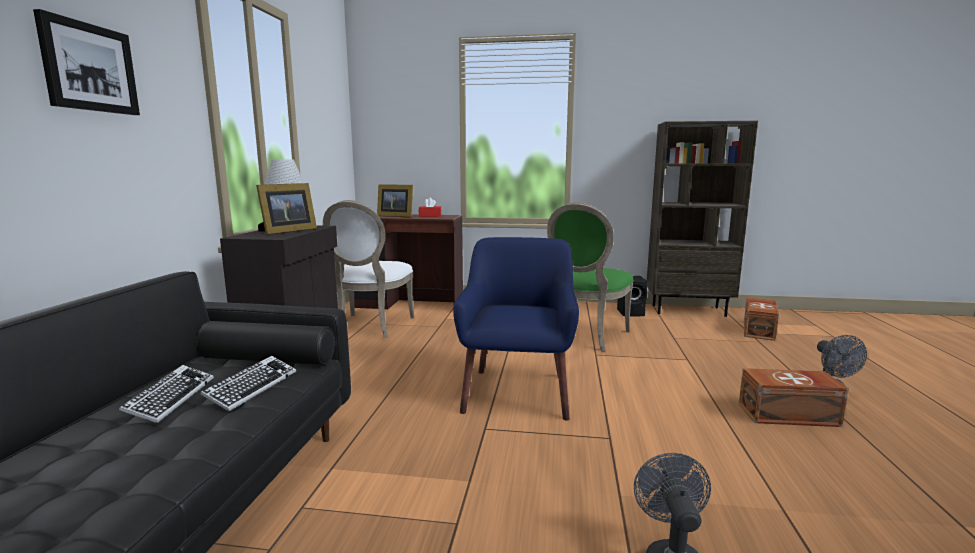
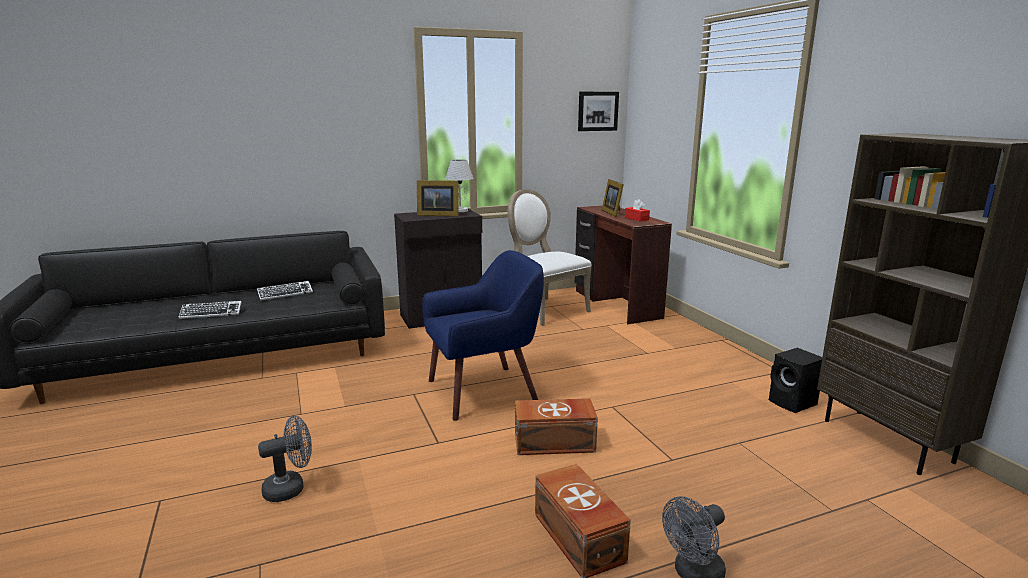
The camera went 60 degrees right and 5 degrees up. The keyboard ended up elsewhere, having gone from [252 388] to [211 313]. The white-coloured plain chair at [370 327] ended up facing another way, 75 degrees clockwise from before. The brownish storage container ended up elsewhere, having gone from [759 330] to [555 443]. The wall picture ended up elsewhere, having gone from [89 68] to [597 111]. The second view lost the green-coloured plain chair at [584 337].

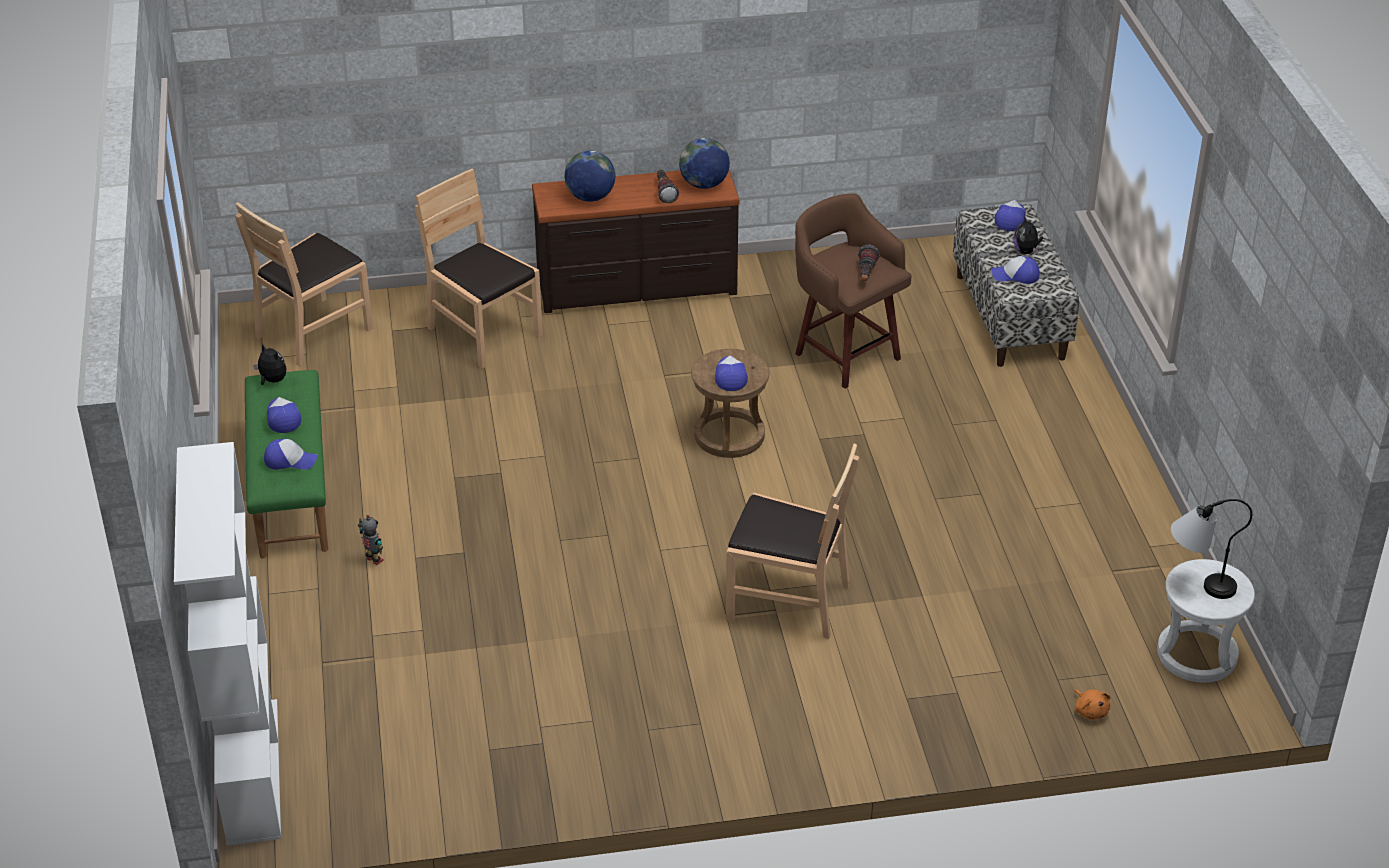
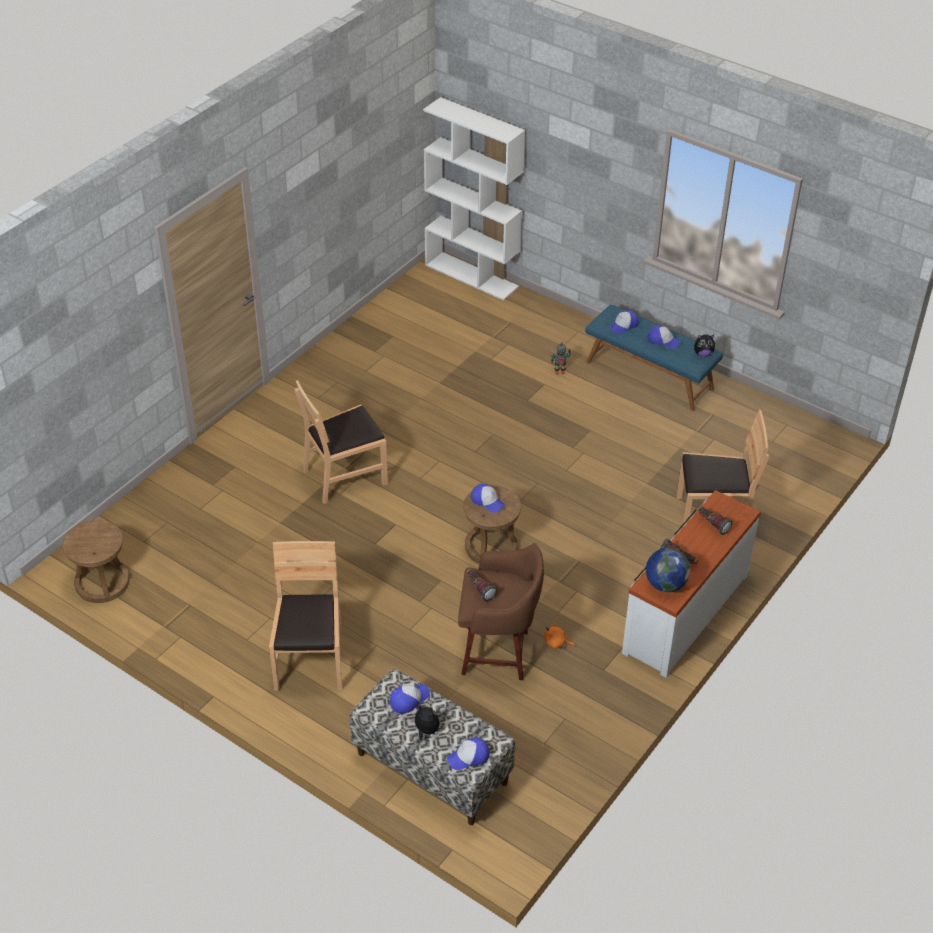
The camera went 135 degrees right and 5 degrees up. What was the white-coloured stool at [1197 655] turned into the brownish stool at [102 583]. The brownish plain chair ended up elsewhere, having gone from [313 331] to [310 660]. The cap at [1010 219] ended up facing another way, 90 degrees clockwise from before. The orangey soft toy ended up elsewhere, having gone from [1090 711] to [556 643]. What was the green-coloured long seat at [290 490] turned into the blue-coloured long seat at [650 375]. What was the brownish chest of drawers at [637 288] turned into the white-coloured chest of drawers at [684 613]. Where the world globe stood at [590 197], the hand torch came to stand at [712 524]. The second view lost the lamp for a table at [1197 584].

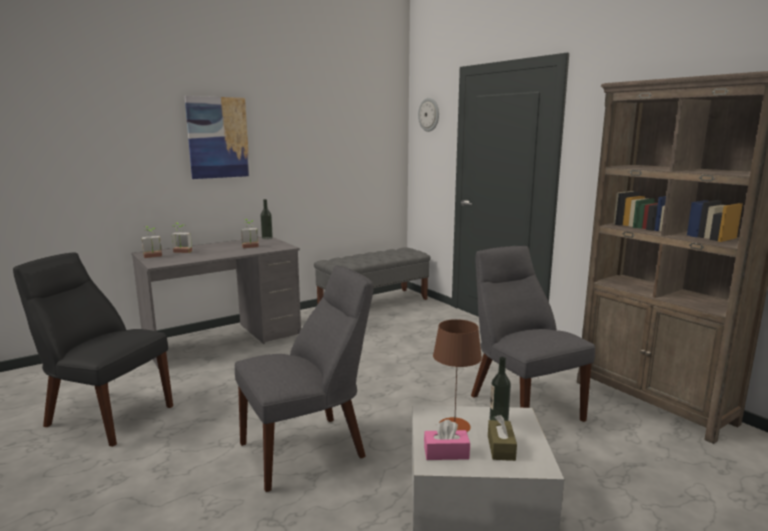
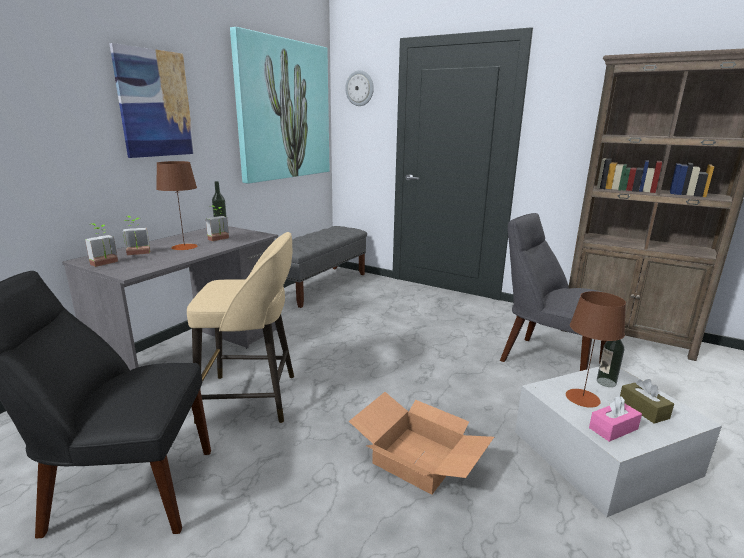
The camera went 25 degrees left and 5 degrees up. The second view gained the brownish lamp for a table at [184 247]. The second view gained the sand-coloured stool at [252 398]. The second view gained the wall picture at [284 111]. Where the gray plain chair stood at [308 449], the packing box came to stand at [419 458].

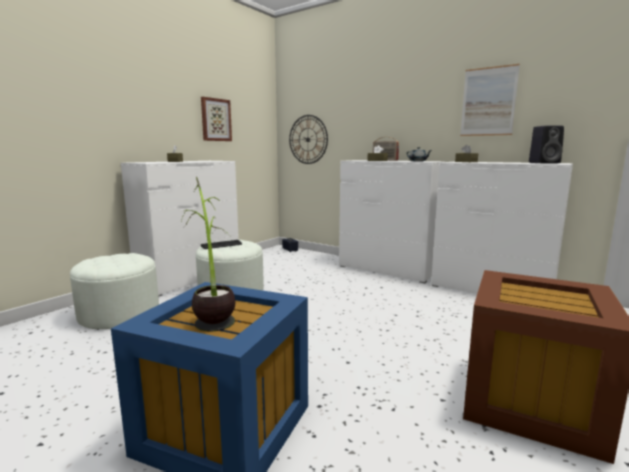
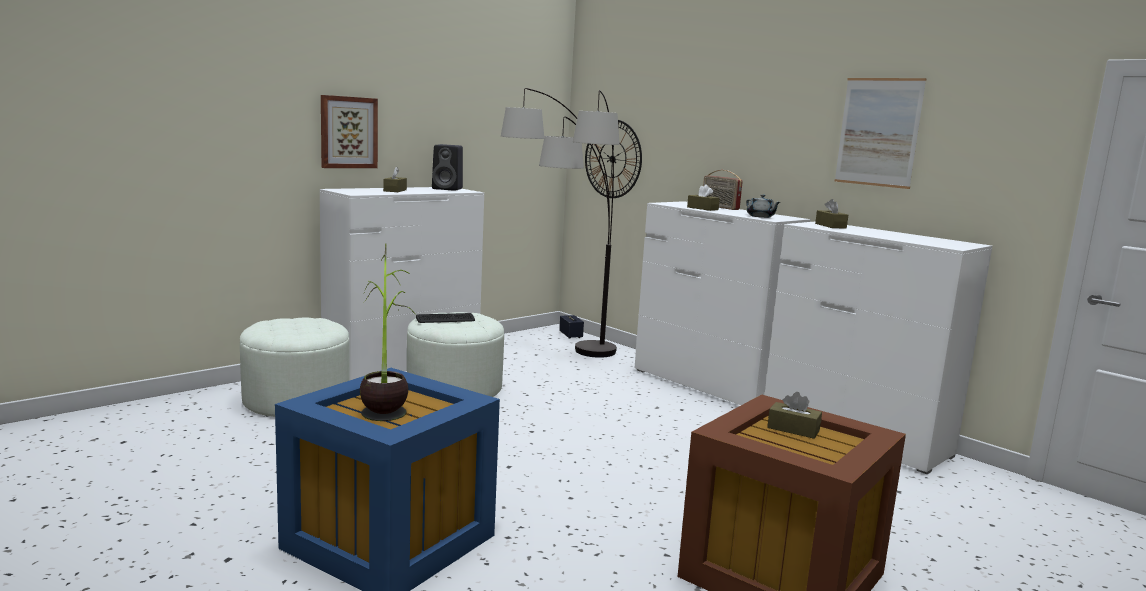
The camera went 10 degrees right and 0 degrees up. The wall picture ended up elsewhere, having gone from [216 120] to [348 132]. The blackish loudspeaker ended up elsewhere, having gone from [544 163] to [448 189]. The second view gained the standard lamp at [563 361]. The second view gained the brownish tissue box at [793 429].

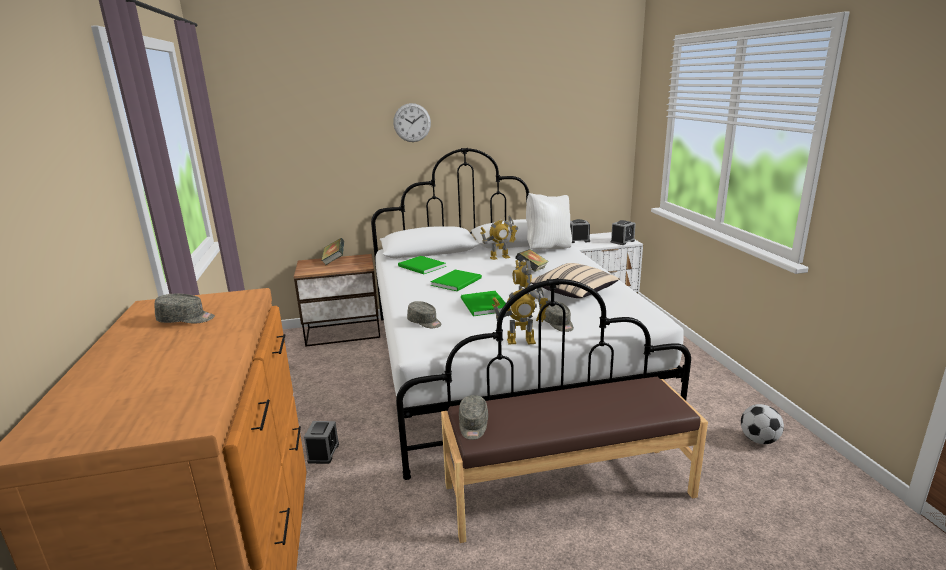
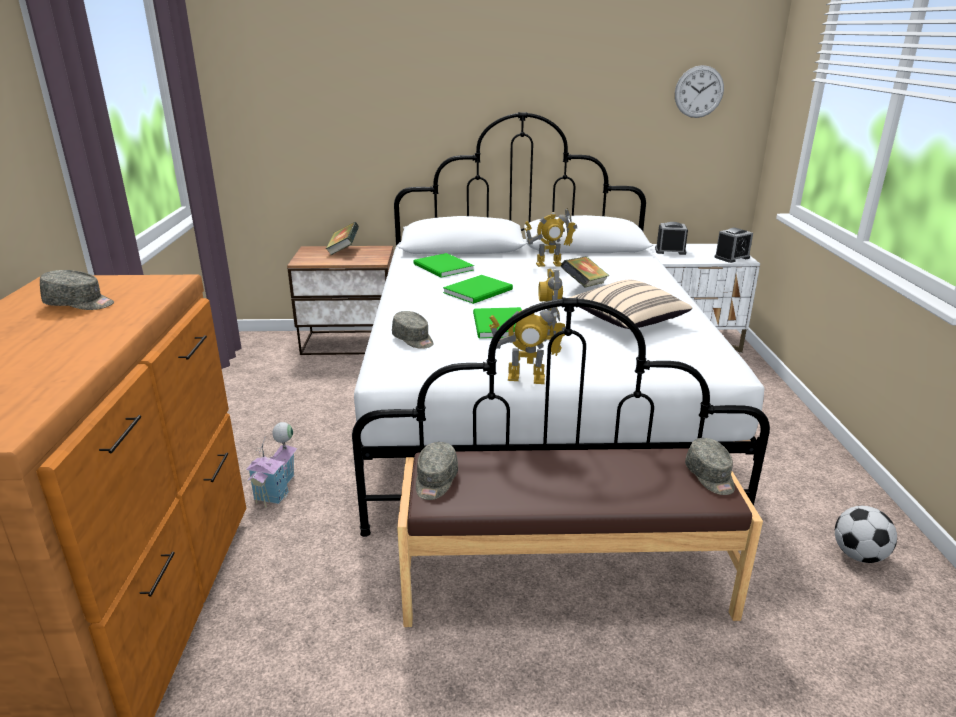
The camera went 10 degrees right and 5 degrees up. Where the alarm clock stood at [323 453], the miniature house came to stand at [277 488]. The clock on the wall ended up elsewhere, having gone from [412 122] to [699 91]. The gray cap ended up elsewhere, having gone from [558 324] to [710 477]. The second view lost the white-coloured cushion at [548 249].

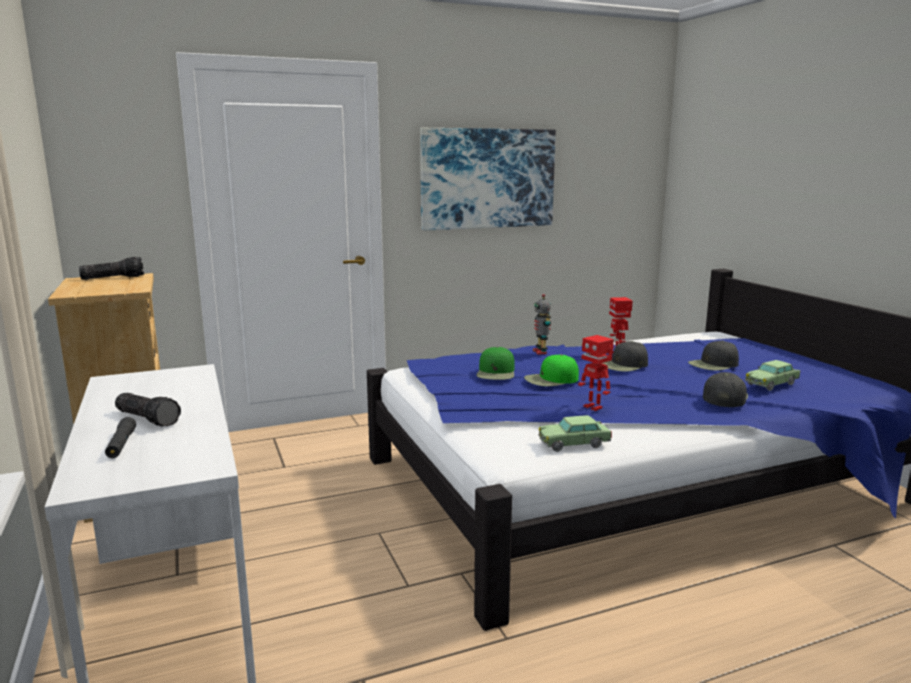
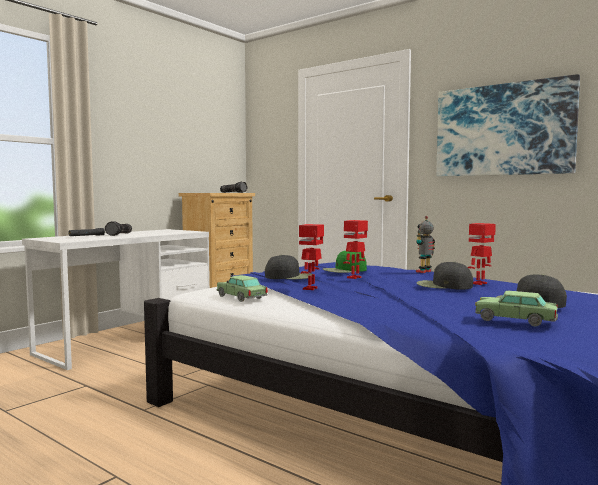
The camera went 60 degrees right and 10 degrees down. The blackish cap ended up elsewhere, having gone from [724 396] to [290 276]. Where the green-coloured cap stood at [551 379], the model robot came to stand at [355 277].

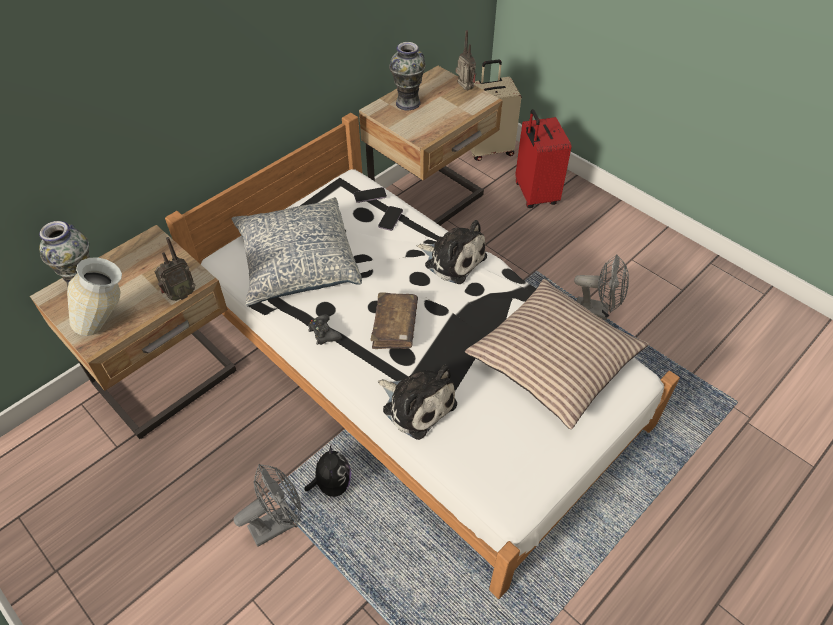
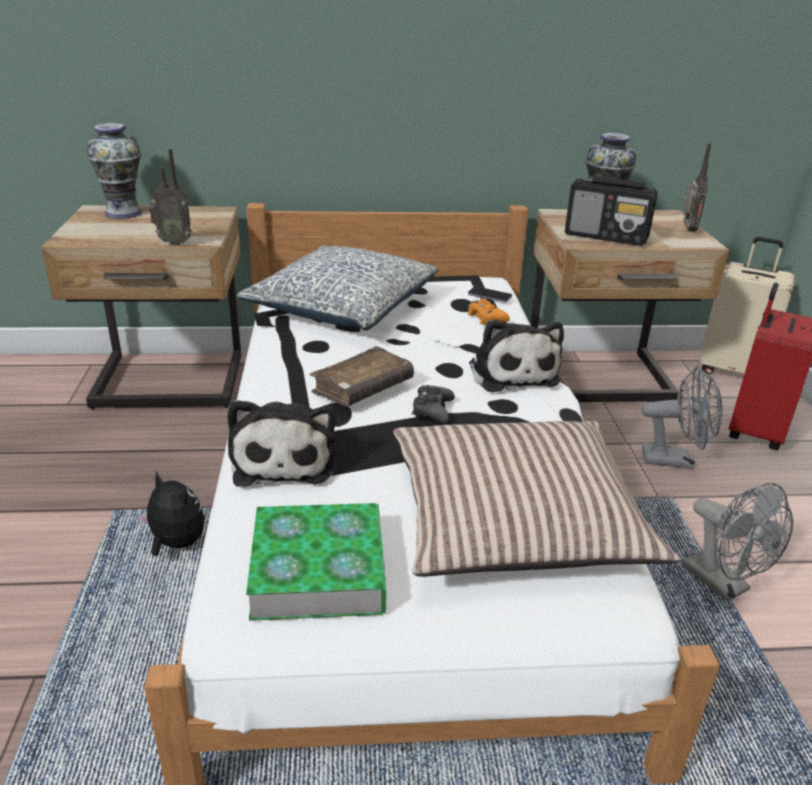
The camera went 40 degrees right and 20 degrees down. The soft toy at [332 484] ended up facing another way, 90 degrees counterclockwise from before. The second view gained the bound book at [318 570]. The blackish game controller ended up elsewhere, having gone from [324 333] to [432 410]. Where the handset stood at [390 219], the orangey game controller came to stand at [486 318]. The second view gained the radio receiver at [606 237]. The gray fan ended up elsewhere, having gone from [277 523] to [675 460]. The second view lost the decorative vase at [110 324].

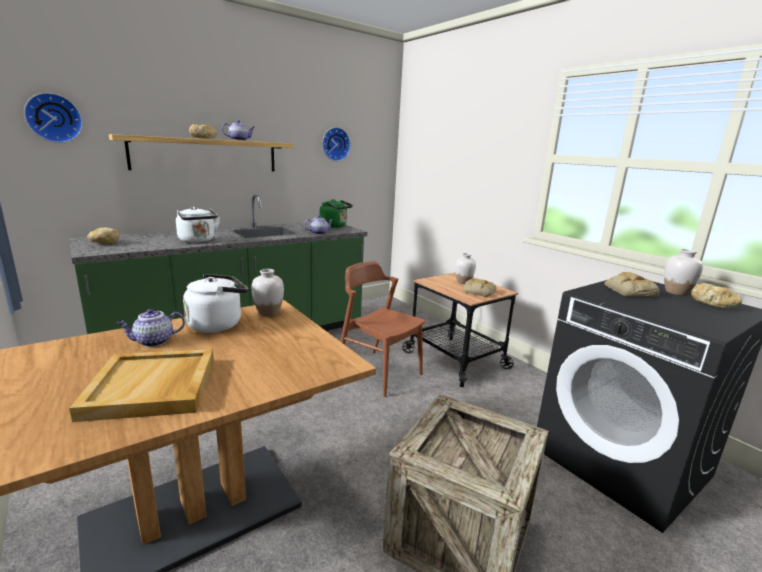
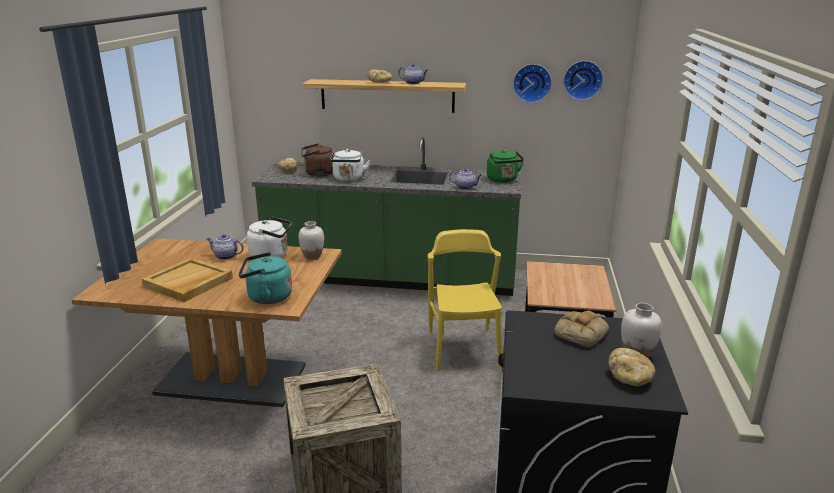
The camera went 45 degrees right and 5 degrees up. The second view gained the turquoise-coloured tea kettle at [266 297]. The second view gained the brownish tea kettle at [318 174]. What was the brownish plain chair at [378 372] turned into the yellow plain chair at [463 348]. The clock on the wall ended up elsewhere, having gone from [54 118] to [582 80]. The second view lost the white-coloured decorative vase at [463 282]. The second view lost the bread at [478 292].

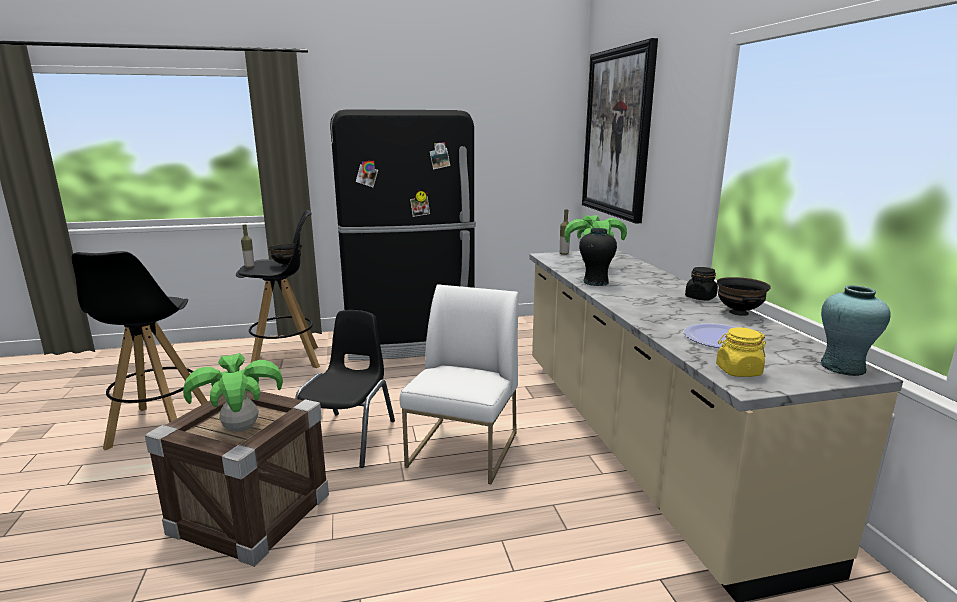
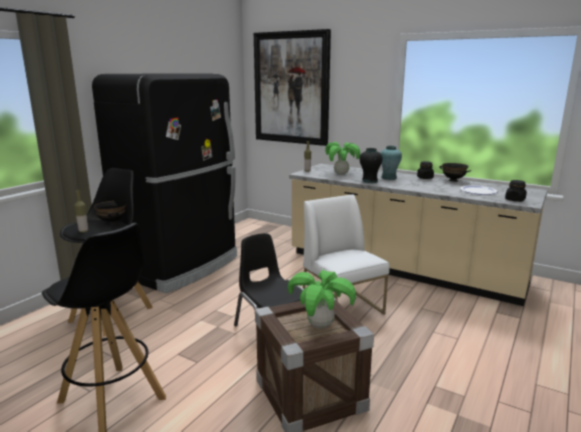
The camera went 45 degrees left and 0 degrees up. The turquoise-coloured decorative vase ended up elsewhere, having gone from [842 367] to [388 178]. What was the yellow jar at [738 371] turned into the blackish jar at [515 200].

